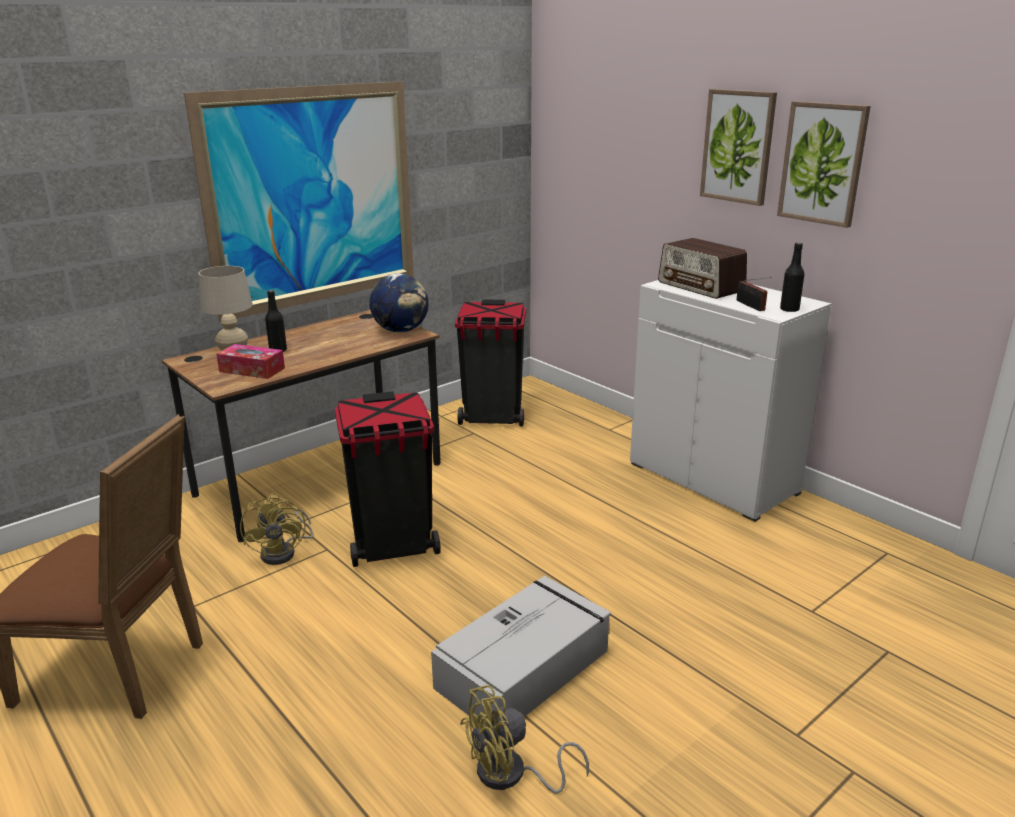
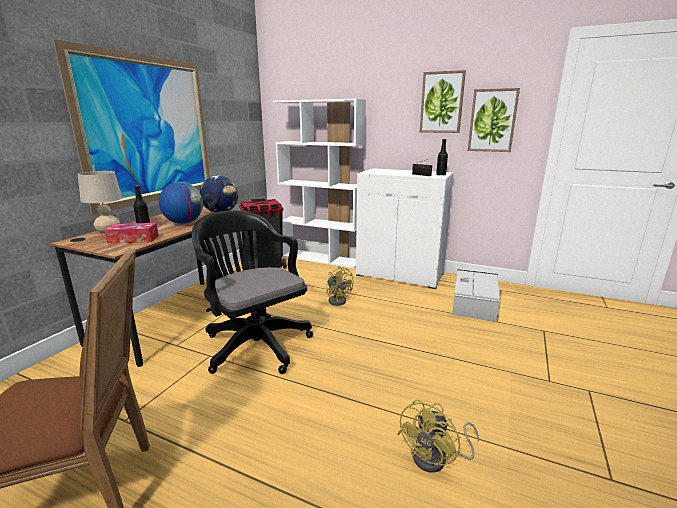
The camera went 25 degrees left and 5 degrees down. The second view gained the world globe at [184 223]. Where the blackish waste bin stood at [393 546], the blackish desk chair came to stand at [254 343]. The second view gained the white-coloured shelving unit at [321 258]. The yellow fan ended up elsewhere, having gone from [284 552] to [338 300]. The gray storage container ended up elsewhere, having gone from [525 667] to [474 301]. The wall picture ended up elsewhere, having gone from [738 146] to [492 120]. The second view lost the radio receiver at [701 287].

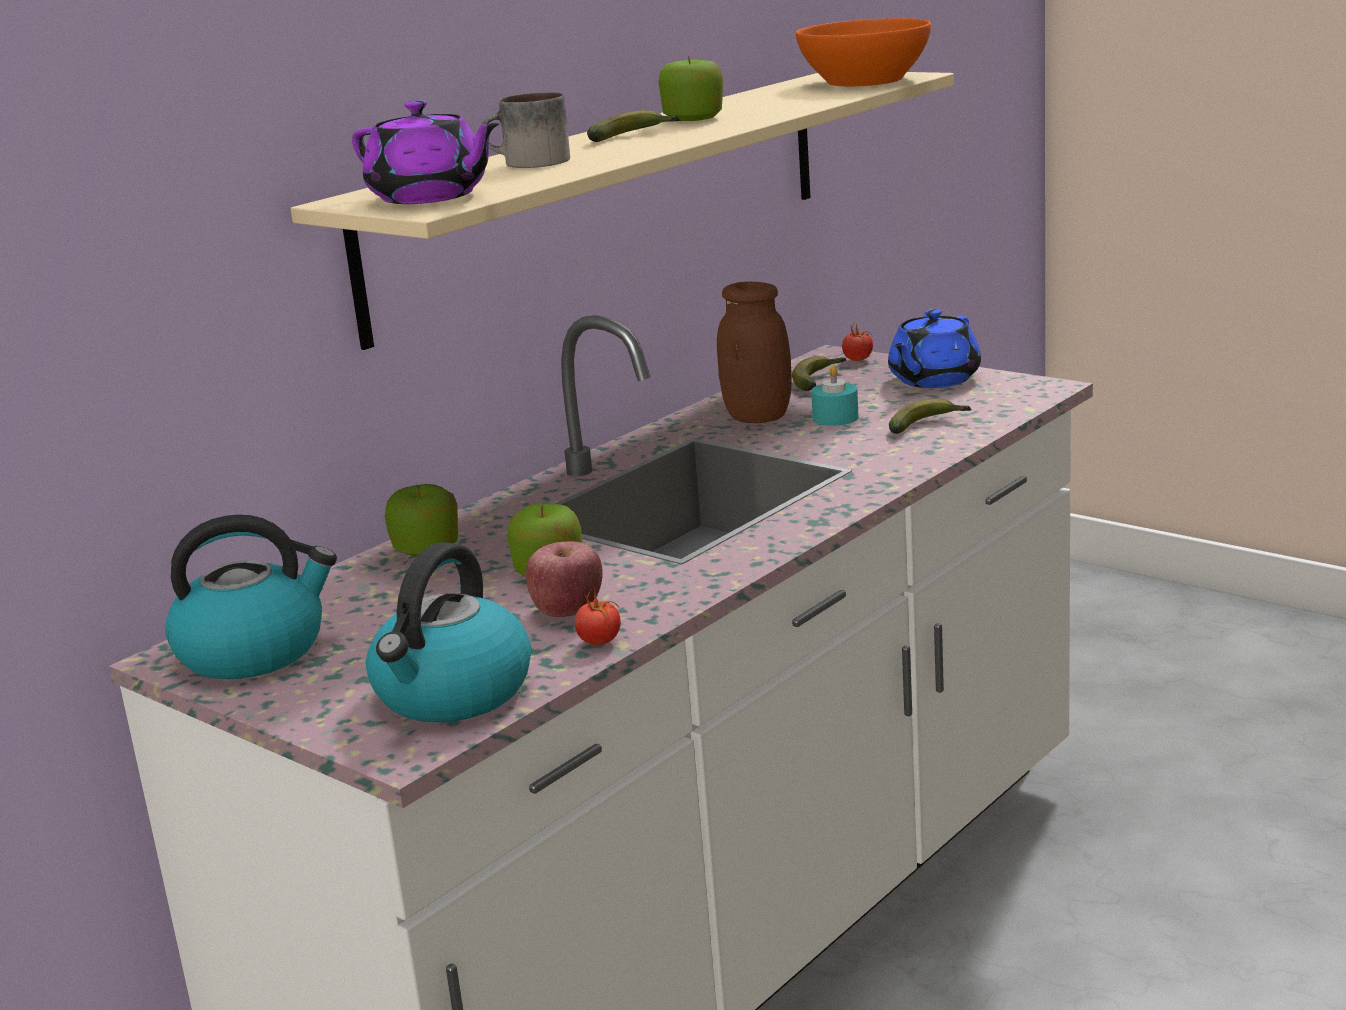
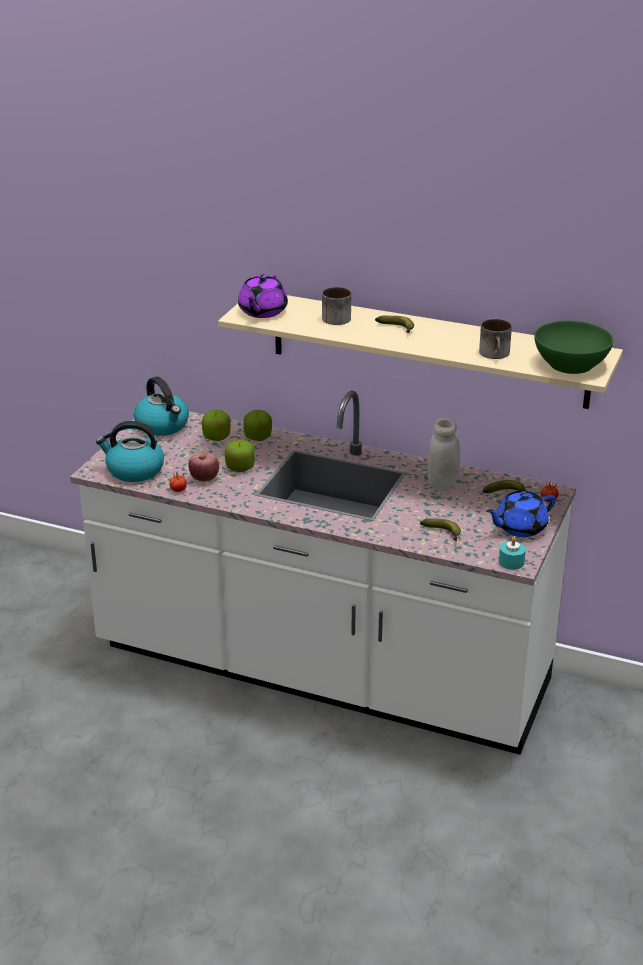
The camera went 70 degrees right and 10 degrees up. The whole apple ended up elsewhere, having gone from [693 119] to [216 437]. What was the brownish jar at [758 417] turned into the white-coloured jar at [442 484]. The second view gained the mug at [496 354]. The blue-coloured teapot at [933 380] ended up facing another way, 45 degrees counterclockwise from before. The turquoise-coloured wax light ended up elsewhere, having gone from [835 418] to [511 562]. What was the orangey serving bowl at [864 81] turned into the green-coloured serving bowl at [570 364].

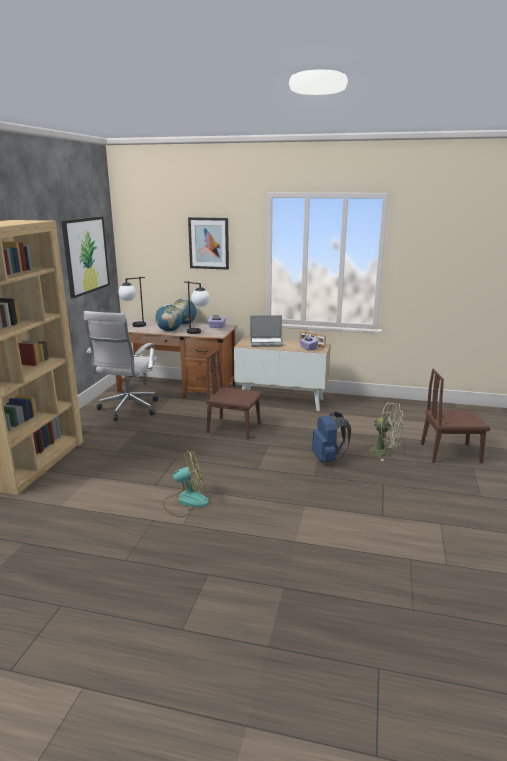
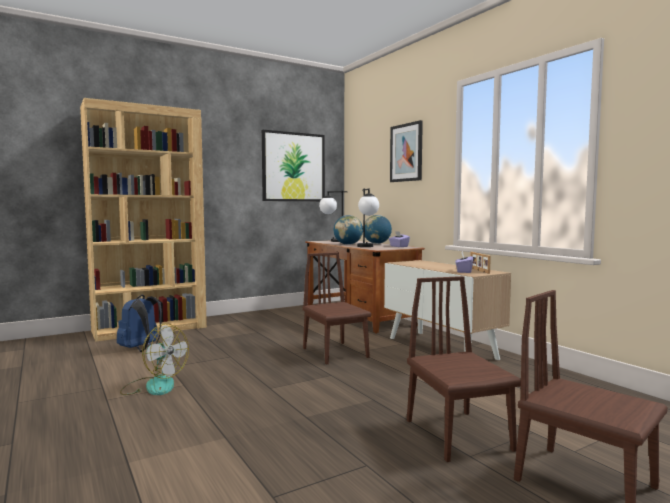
The camera went 45 degrees right and 15 degrees down. The blue-coloured backpack ended up elsewhere, having gone from [328 459] to [141 349]. Where the green-coloured fan stood at [385 452], the brownish plain chair came to stand at [458 435]. The second view lost the white-coloured desk chair at [128 410]. The second view lost the notebook computer at [267 343].

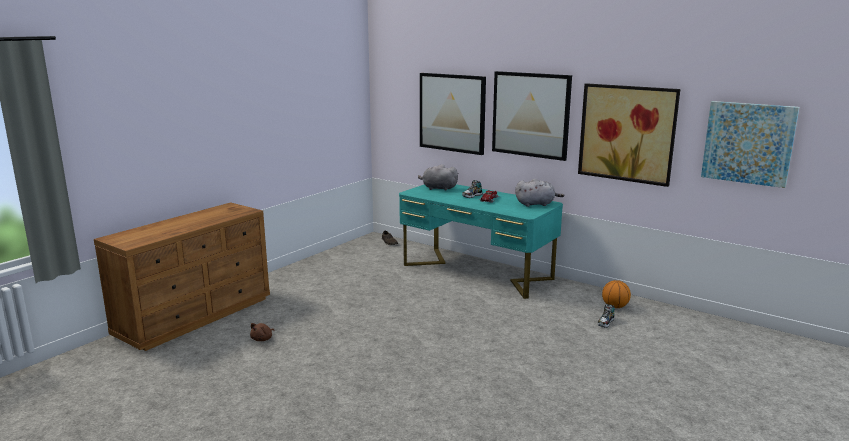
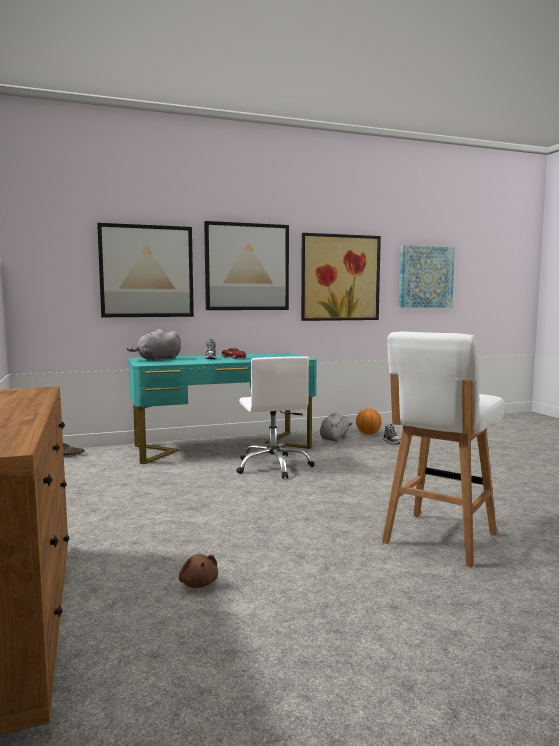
The camera went 55 degrees left and 10 degrees down. The second view gained the white-coloured desk chair at [273 466]. The gray soft toy ended up elsewhere, having gone from [536 204] to [334 438]. The second view gained the white-coloured stool at [438 539].

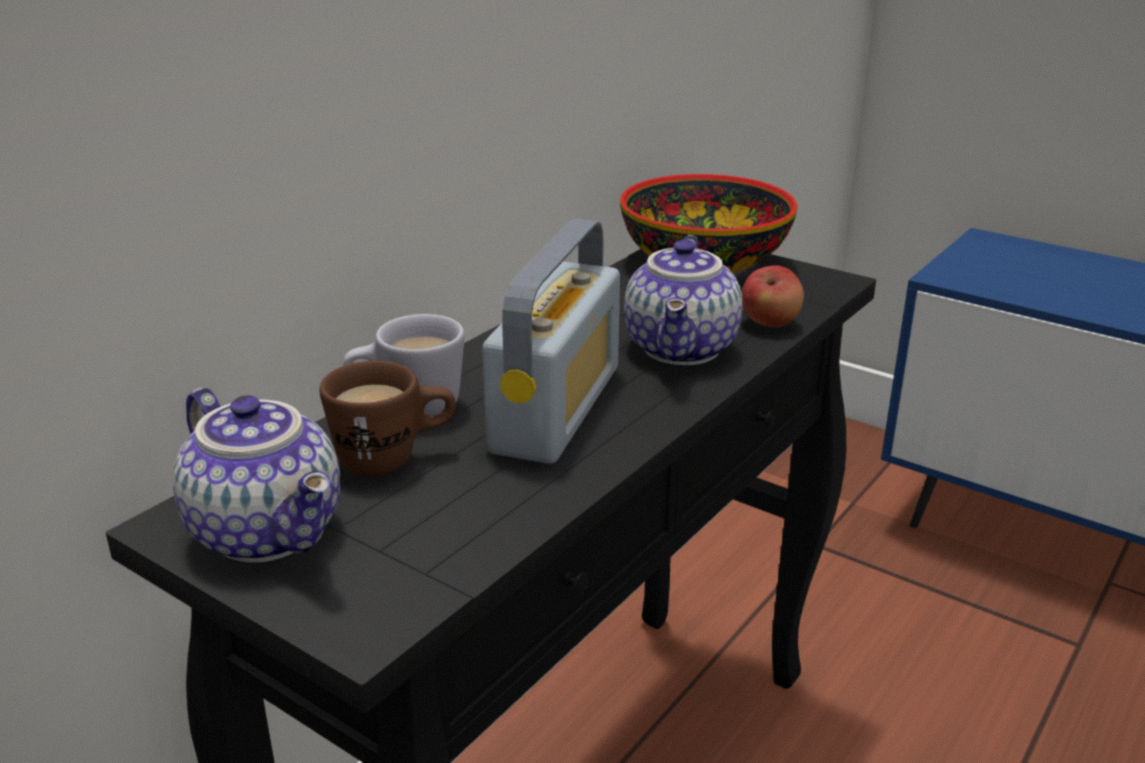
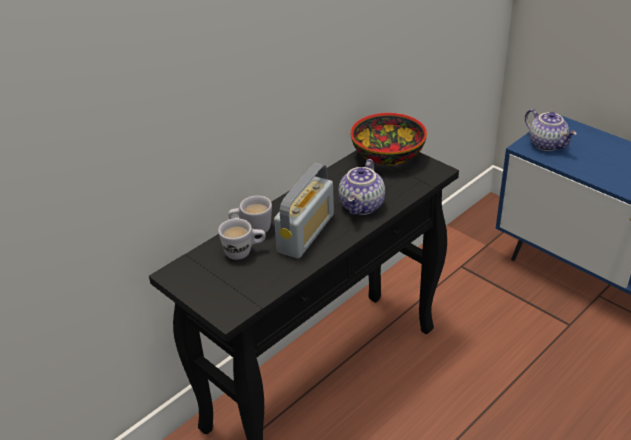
The camera went 10 degrees right and 10 degrees up. What was the brownish mug at [394 458] turned into the white-coloured mug at [244 252]. The teapot ended up elsewhere, having gone from [271 531] to [547 144]. The second view lost the whole apple at [770 323].

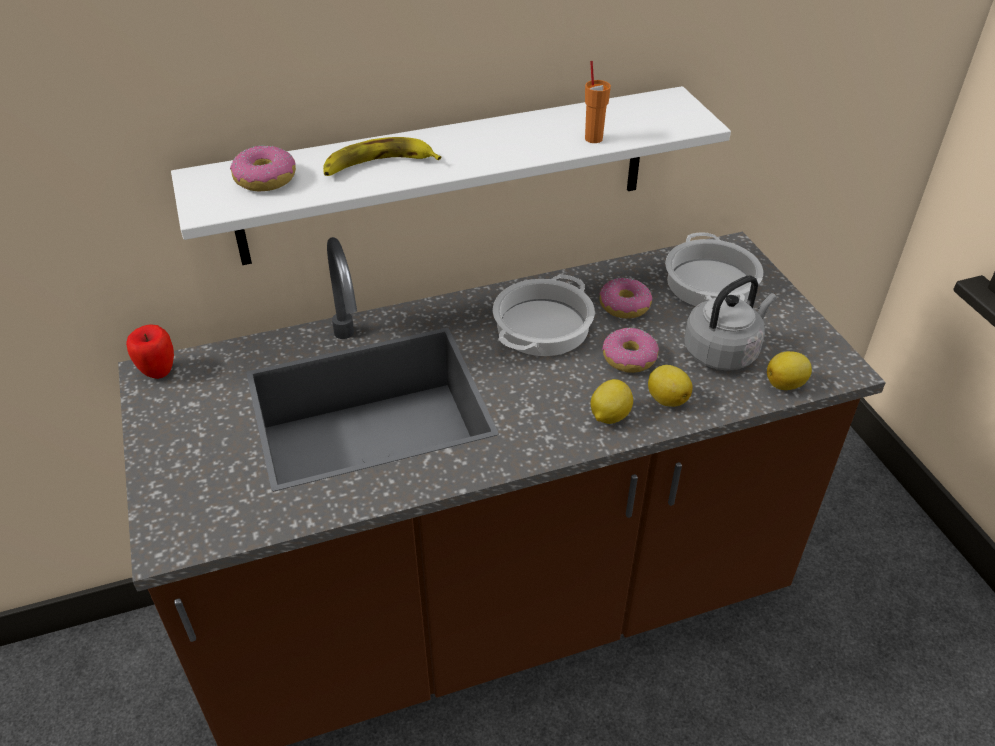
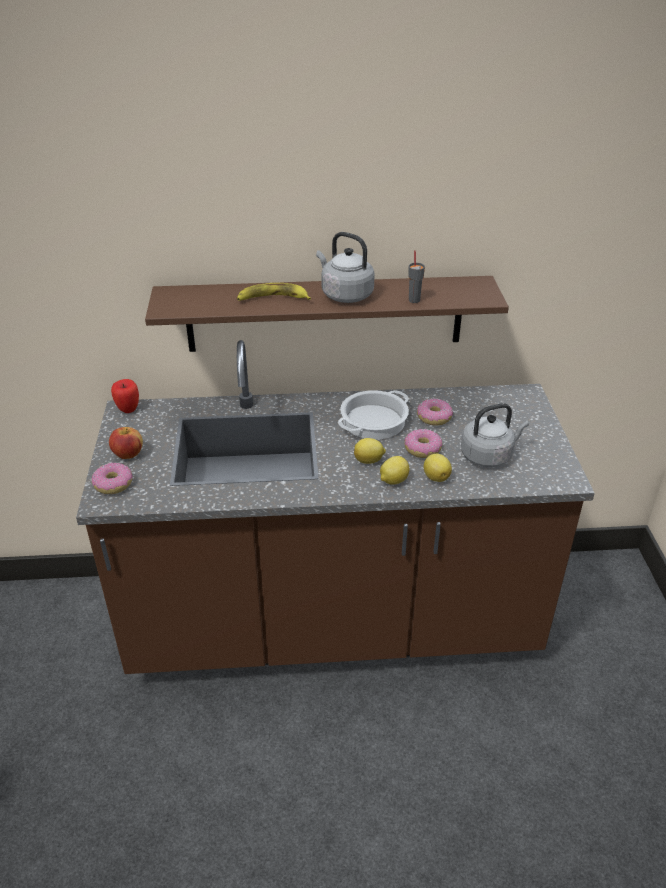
The camera went 15 degrees right and 5 degrees down. The donut ended up elsewhere, having gone from [266 179] to [113 484]. The second view gained the whole apple at [128 454]. What was the white-coloured wall shelf at [446 176] turned into the brownish wall shelf at [325 314]. The second view gained the gray tea kettle at [344 295]. The lemon ended up elsewhere, having gone from [786 384] to [369 461]. What was the orangey cup at [593 138] turned into the gray cup at [414 300]. The second view lost the stockpot at [709 283].

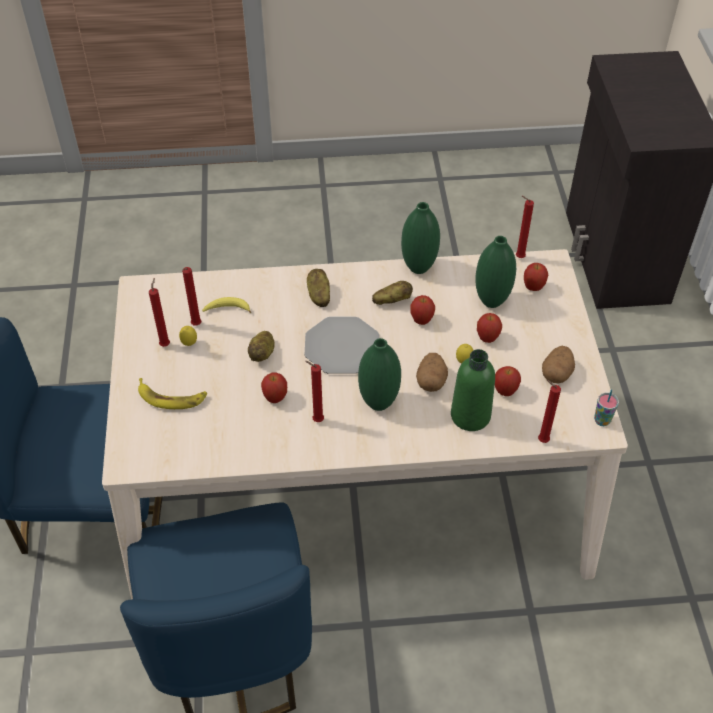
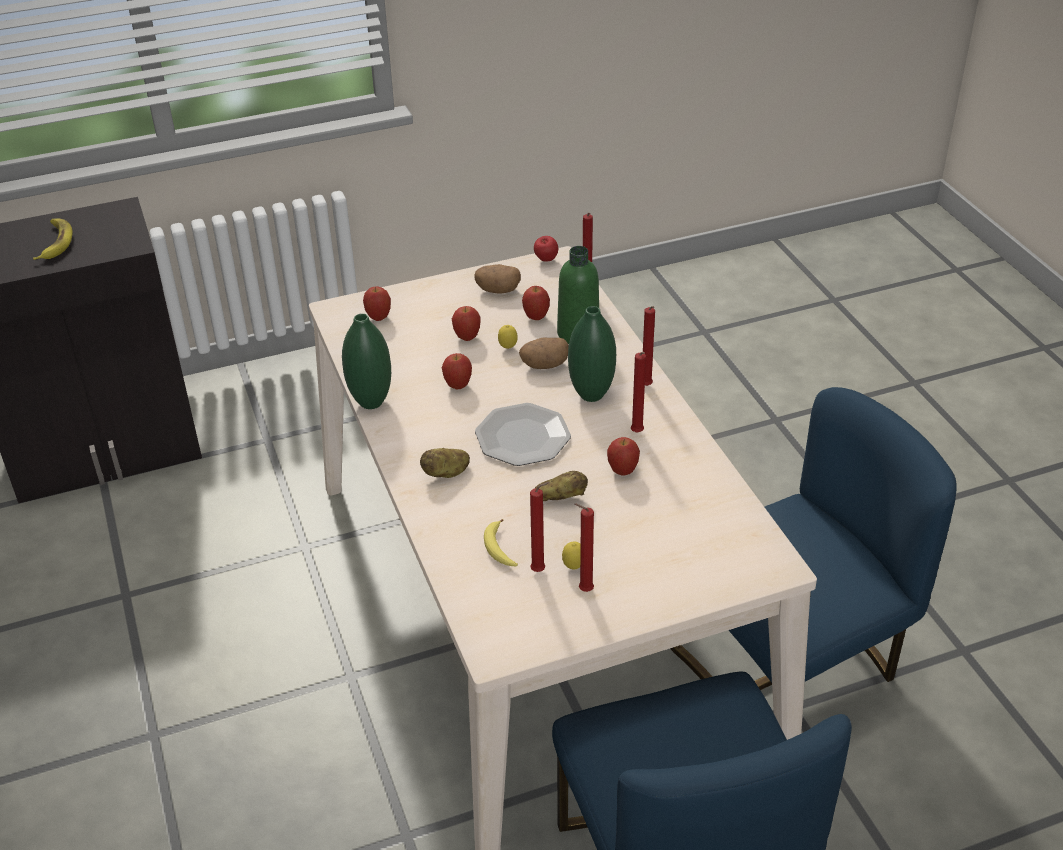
The camera went 105 degrees left and 10 degrees down. The whole banana ended up elsewhere, having gone from [171 397] to [55 243]. Where the cup stood at [602 420], the whole apple came to stand at [545 260]. The red-coloured wax light ended up elsewhere, having gone from [518 257] to [646 387]. The second view lost the whole potato at [392 301]. The second view lost the green-coloured decorative vase at [491 301].

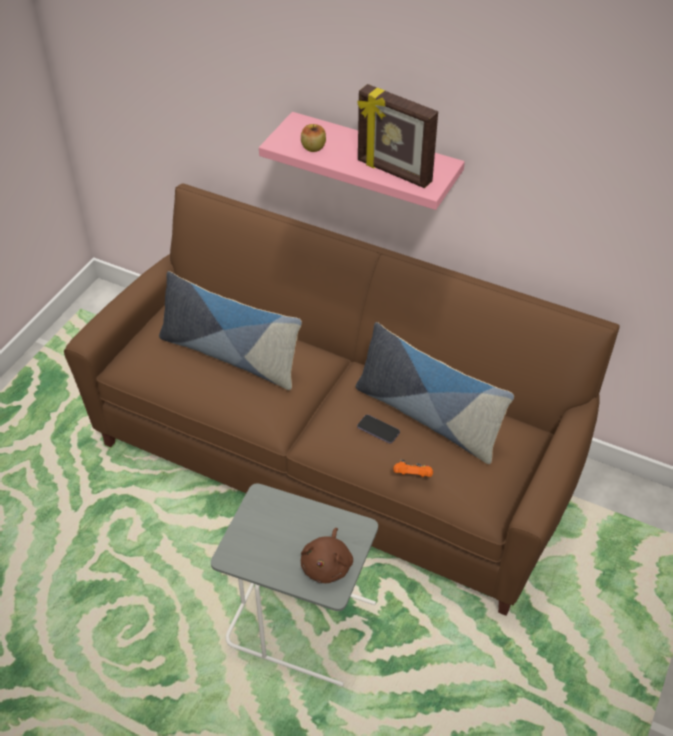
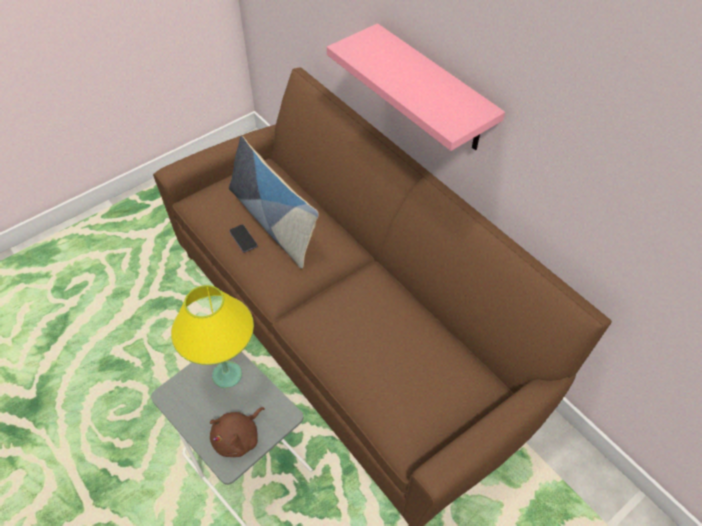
The camera went 25 degrees right and 5 degrees up. The second view gained the yellow lamp for a table at [226 374]. The handset ended up elsewhere, having gone from [378 430] to [243 239]. The second view lost the whole apple at [313 148]. The second view lost the cushion at [428 417]. The second view lost the picture frame at [393 172]. The second view lost the orangey game controller at [412 476].

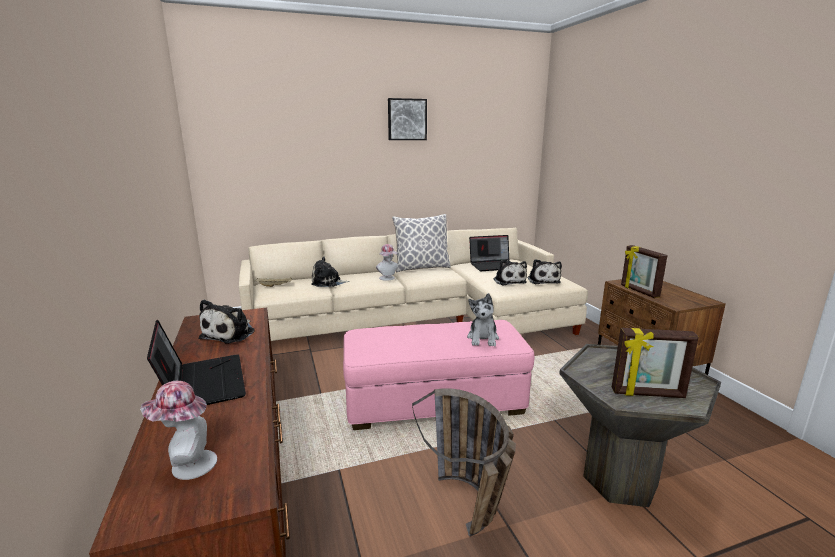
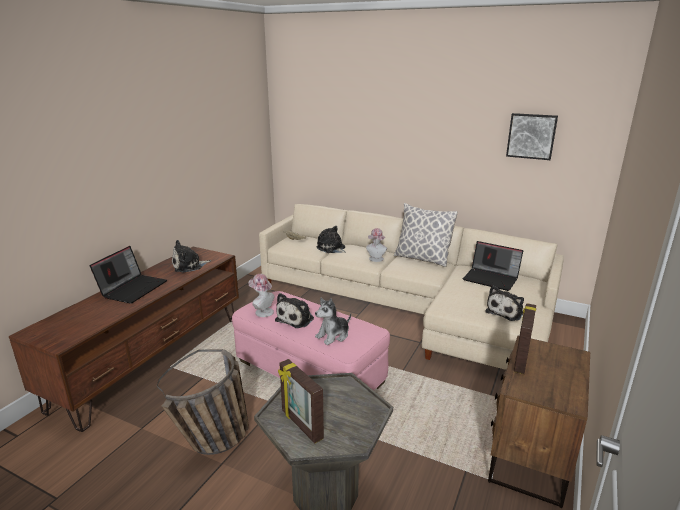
The camera went 45 degrees right and 5 degrees up. The clothing hat ended up elsewhere, having gone from [188 465] to [262 311]. The soft toy ended up elsewhere, having gone from [509 281] to [296 319]. The wall picture ended up elsewhere, having gone from [407 119] to [531 136].

